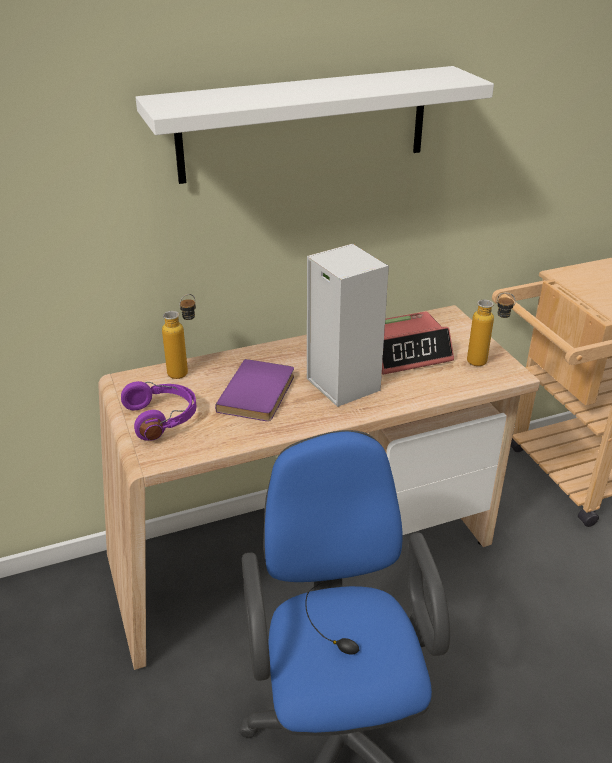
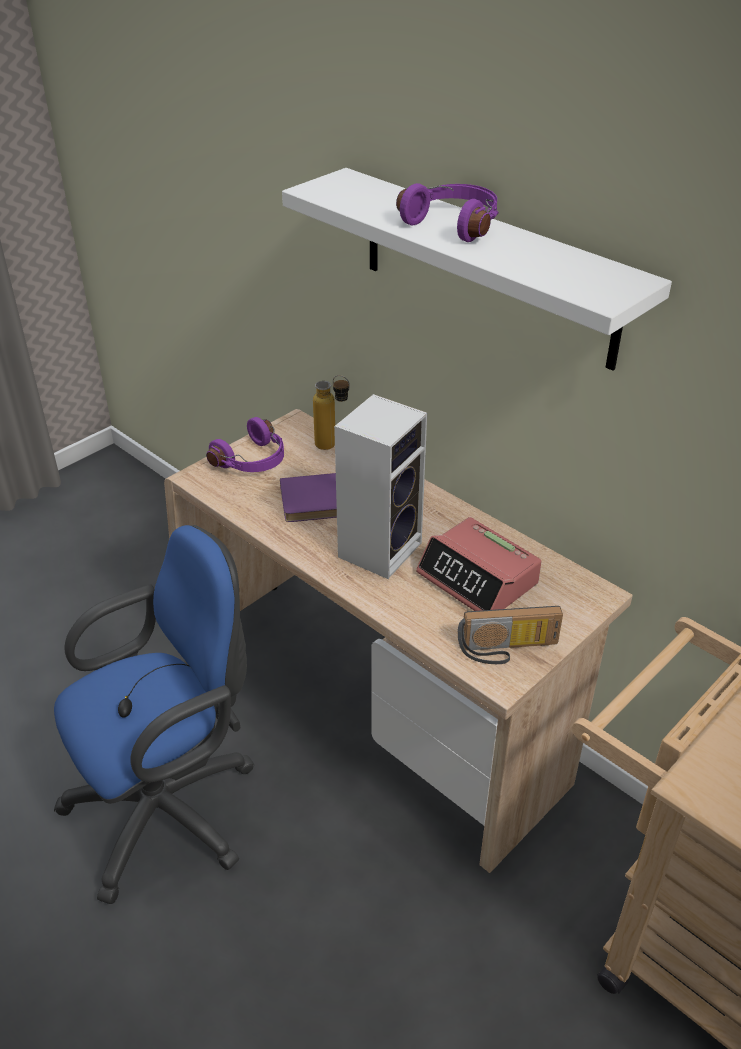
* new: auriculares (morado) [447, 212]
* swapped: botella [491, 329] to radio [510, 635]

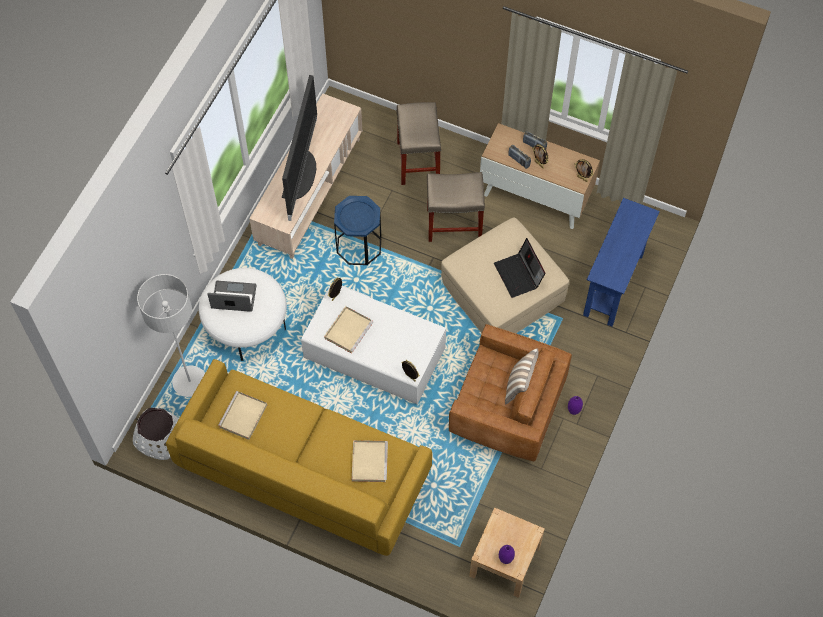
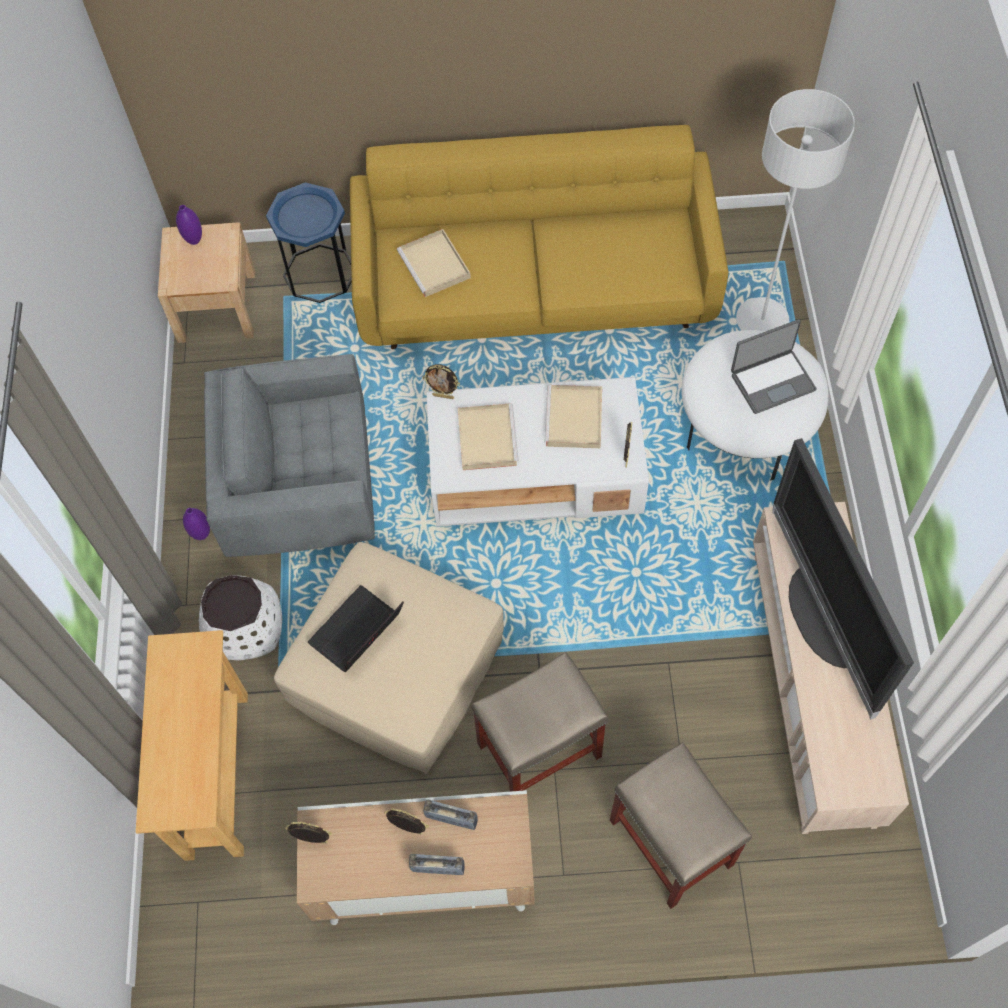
* gone: cojín [521, 376]
* shifted: maceta (blanco) [156, 433] to [240, 618]
* shifted: bandeja (beis) [242, 415] to [488, 436]
* shifted: mesa auxiliar (azul) [357, 230] to [309, 242]
* repainted: sillón (marrón) [510, 393] to sillón (gris) [289, 455]
* repainted: mesa consola (azul) [621, 262] to mesa consola (beis) [192, 745]
* rotated: portátil [519, 268] = [356, 628] 90 degrees counterclockwise

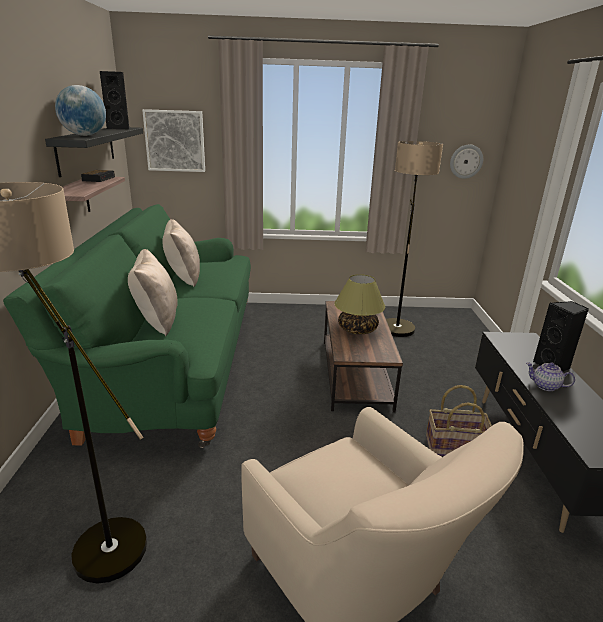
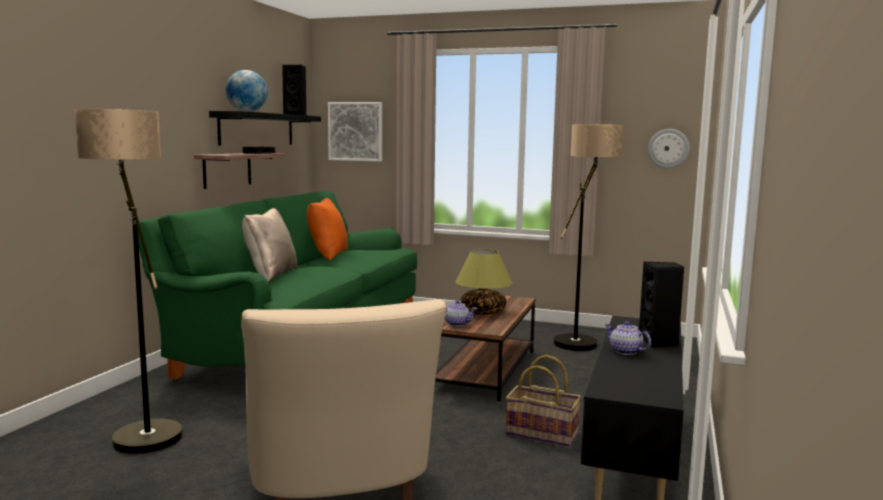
* new: tetera [461, 313]
* repainted: cojín (beis) [181, 253] to cojín (naranja) [327, 229]

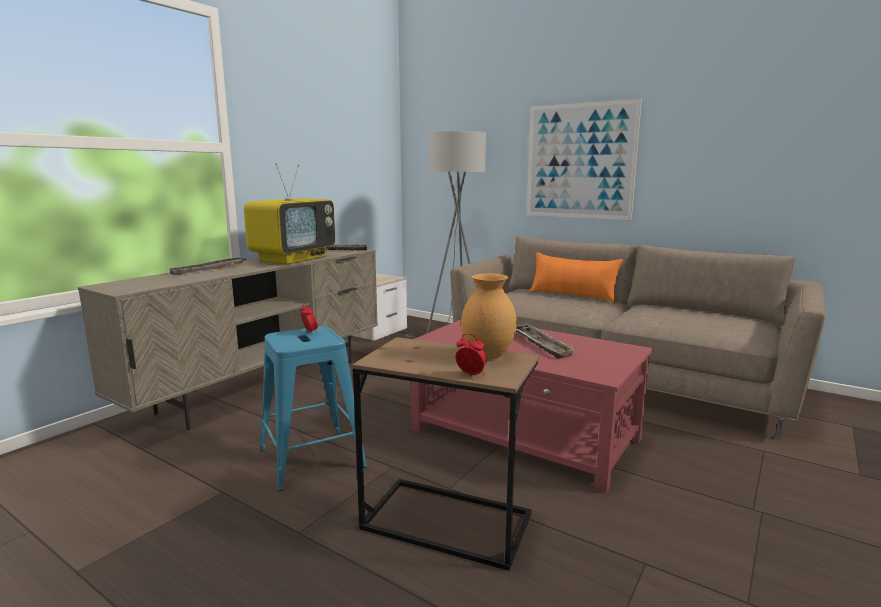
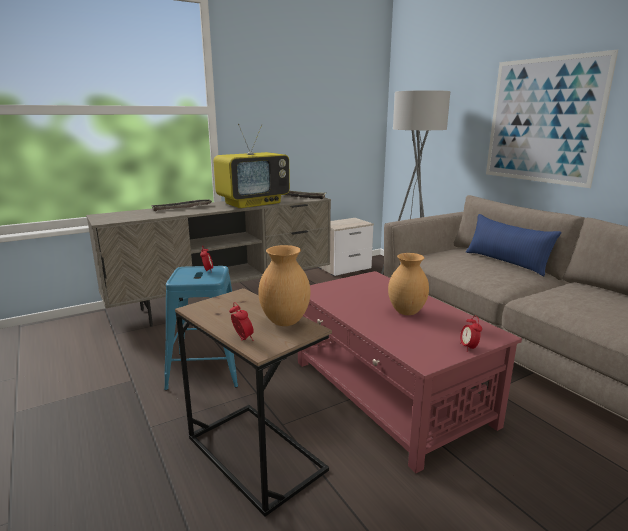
* new: despertador [471, 334]
* swapped: bandeja [546, 341] to florero (marrón) [408, 284]
* repainted: cojín (naranja) [576, 277] to cojín (azul) [514, 245]

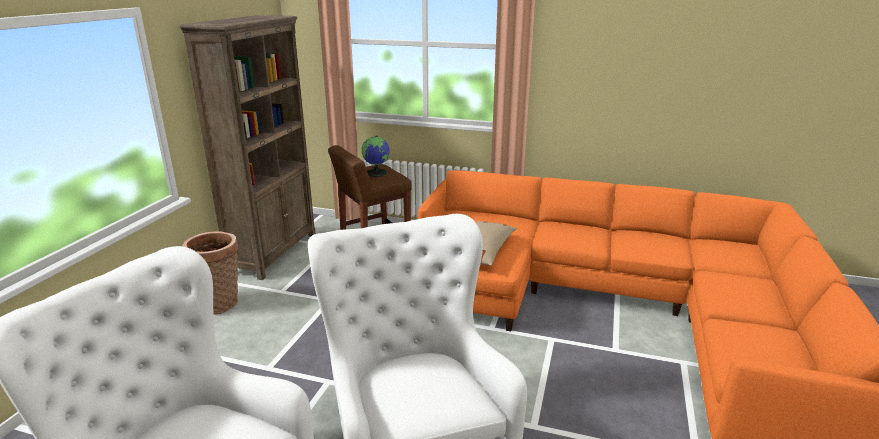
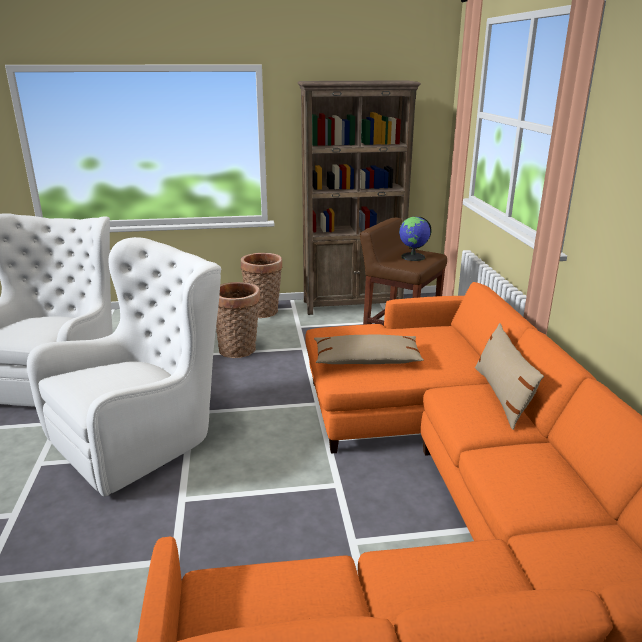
* new: cesta [238, 320]
* new: cojín (beis) [509, 376]

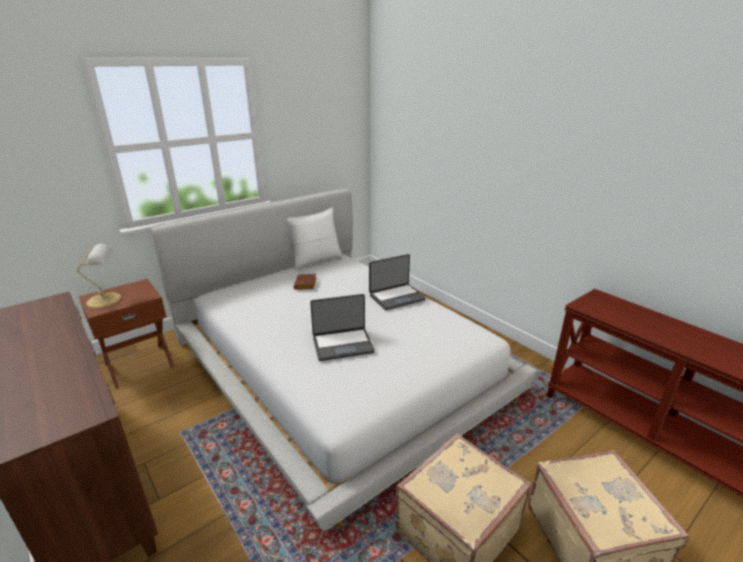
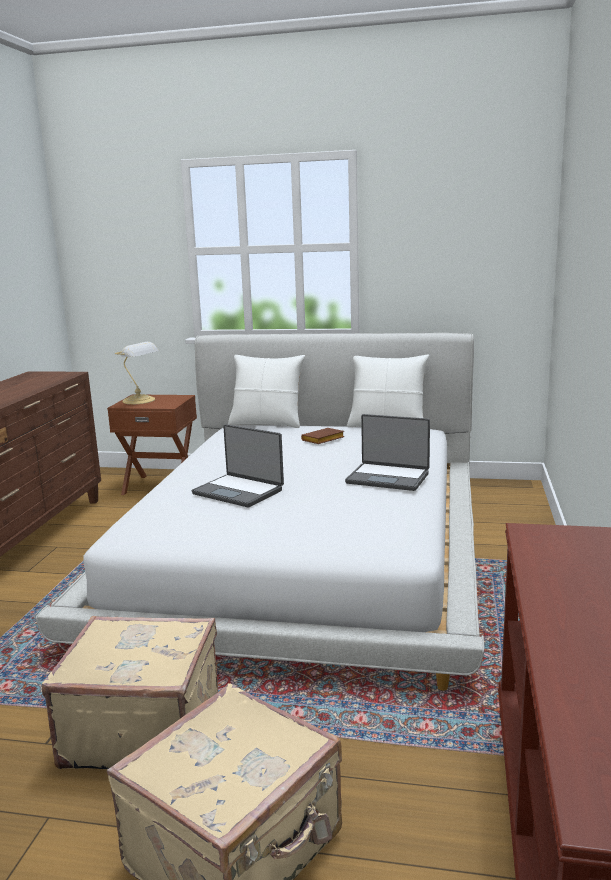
* new: cojín (blanco) [266, 391]

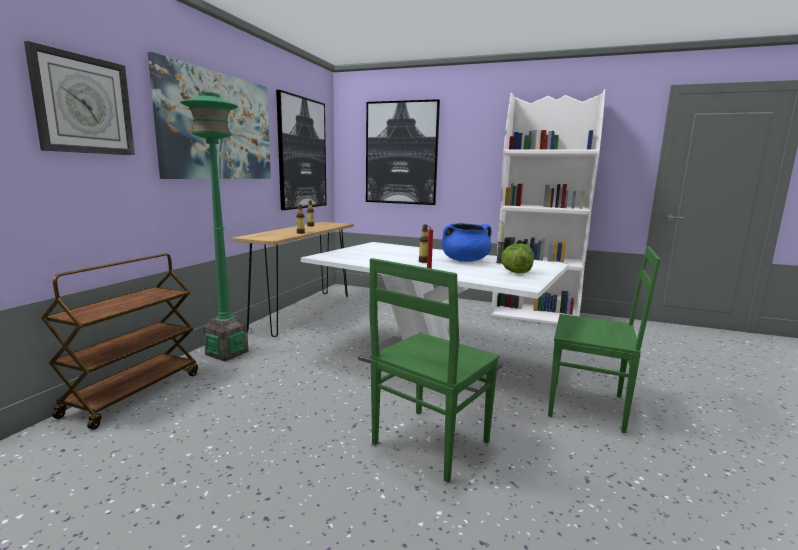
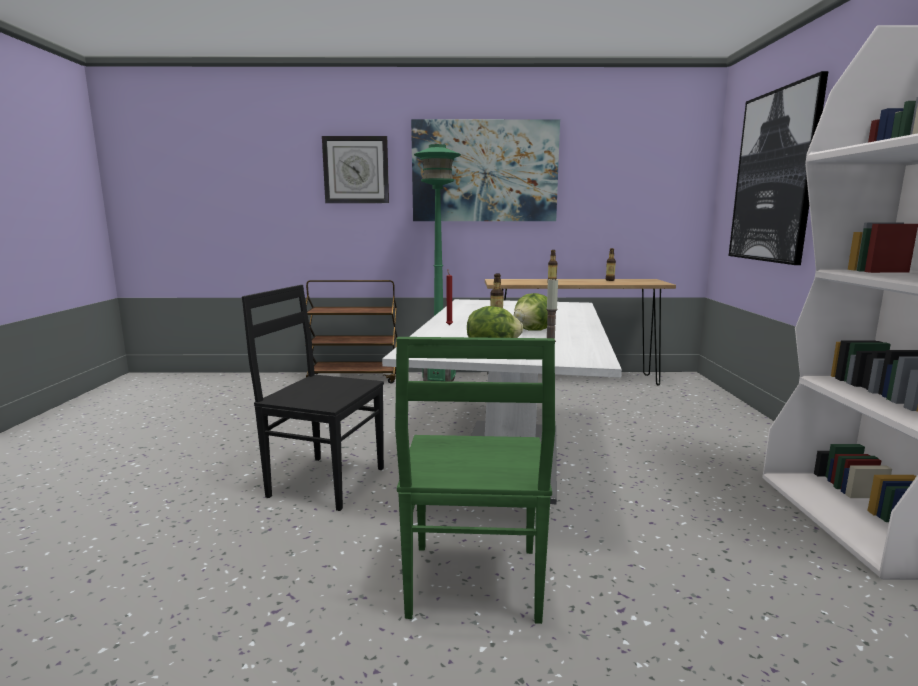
* gone: cuadro [301, 150]
* swapped: olla (azul) [467, 242] to lechuga [531, 312]
* repainted: silla (verde) [435, 370] to silla (negro) [313, 398]

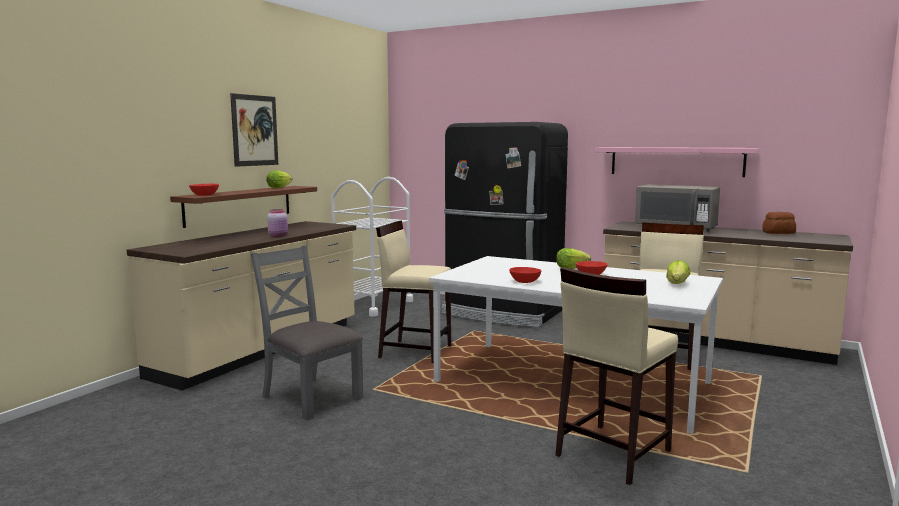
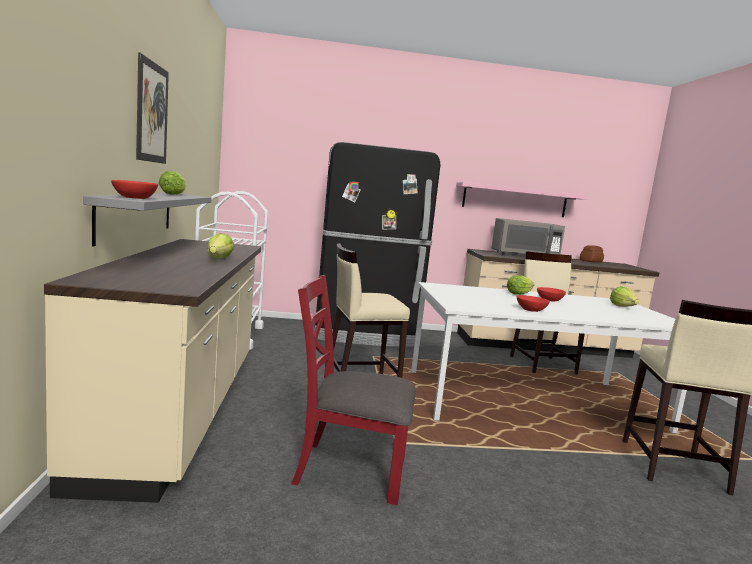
* swapped: tarro (rosa) [277, 223] to lechuga [220, 246]
* repainted: estante (marrón) [243, 207] to estante (gris) [147, 219]
* repainted: silla (gris) [307, 333] to silla (rojo) [353, 390]

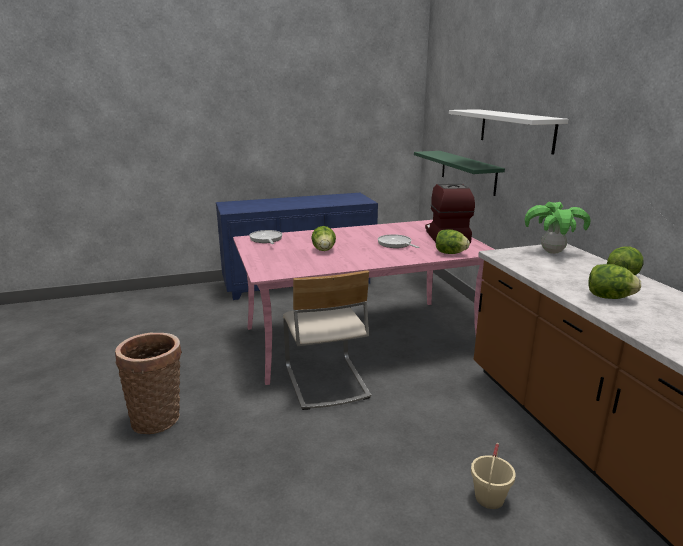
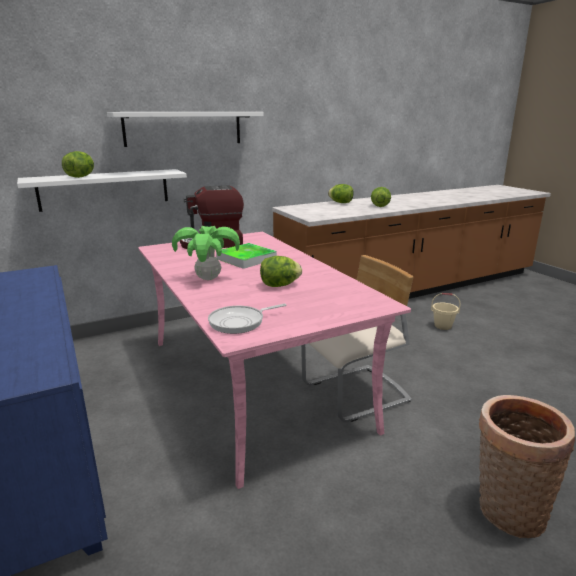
* shifted: lechuga [453, 241] to [78, 164]
* shifted: planta en maceta [557, 228] to [206, 253]
* swapped: sartén [398, 241] to bandeja [246, 256]
* repainted: estante (verde) [459, 173] to estante (blanco) [102, 190]

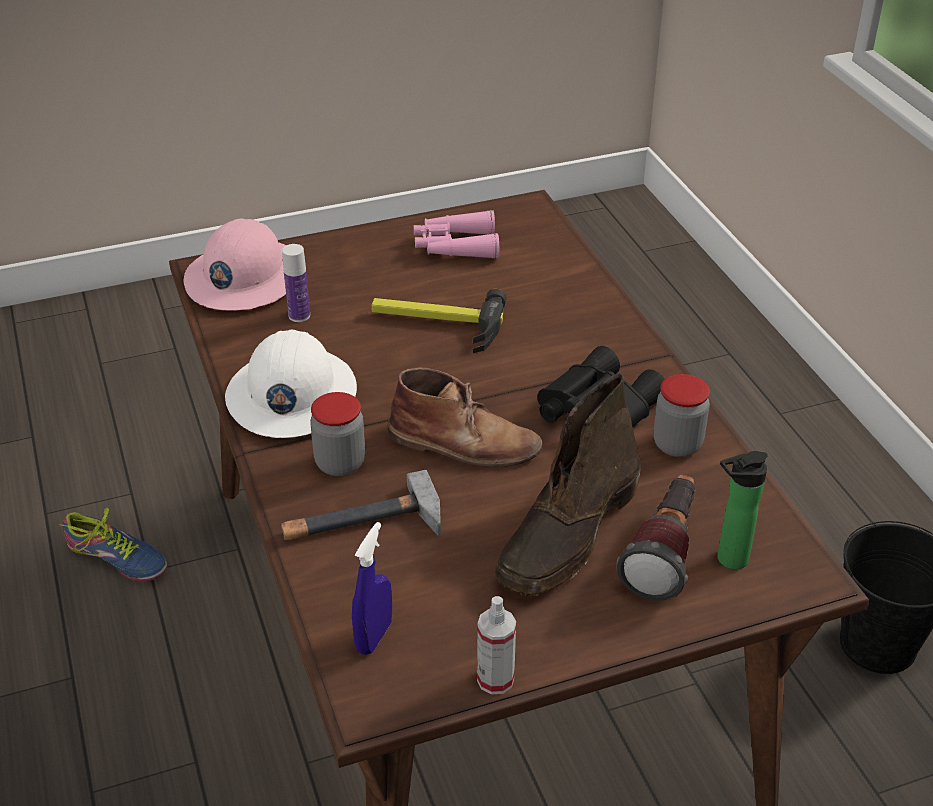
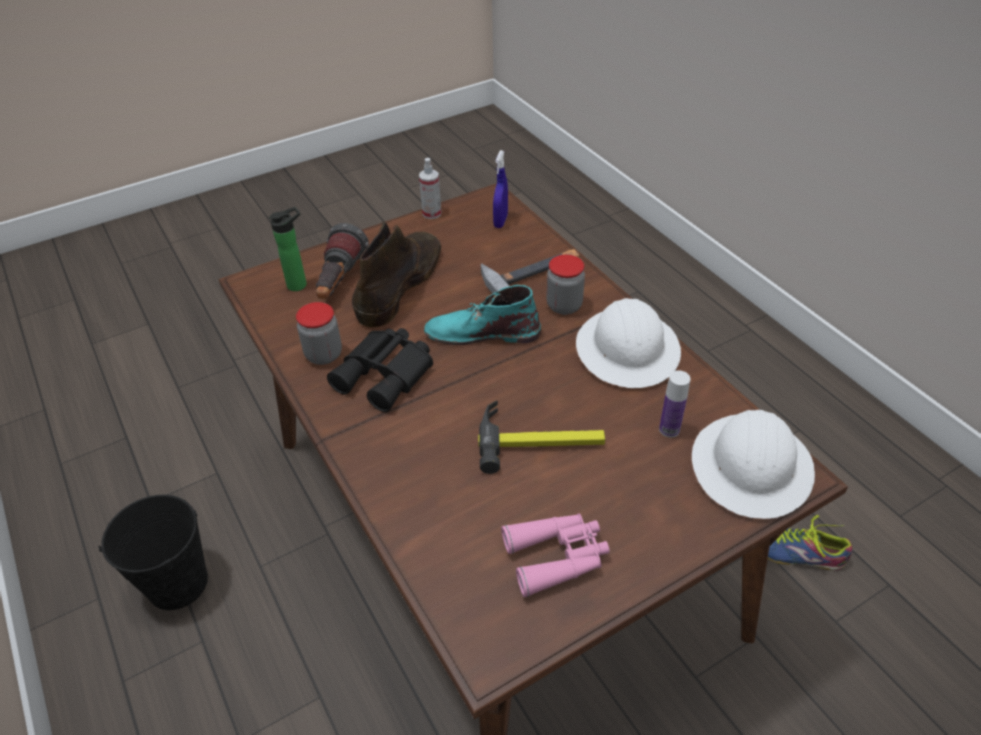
* repainted: casco (rosa) [235, 265] to casco (blanco) [753, 464]
* repainted: bota (marrón) [465, 417] to bota (turquesa) [482, 315]

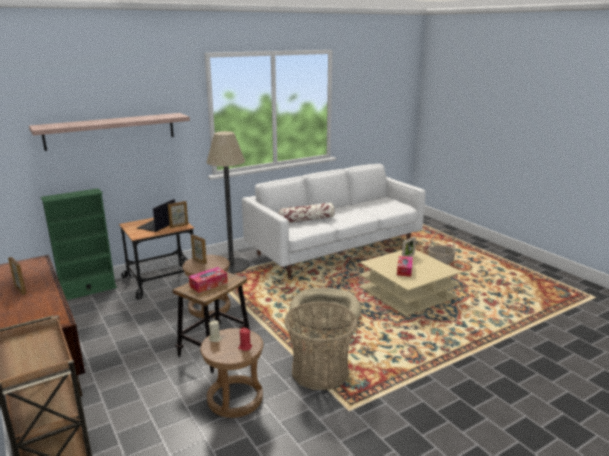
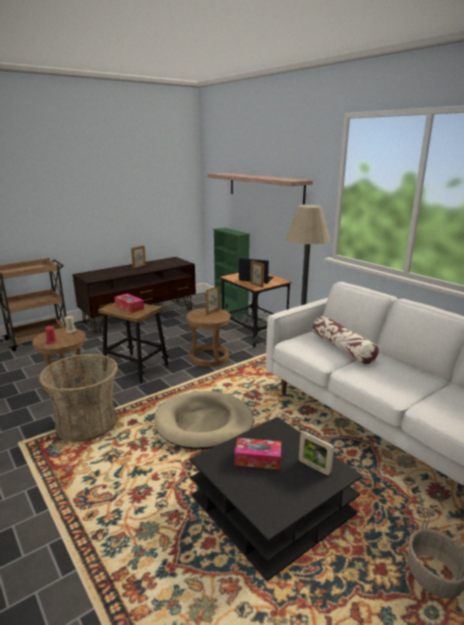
* repainted: mesa de centro (beis) [410, 282] to mesa de centro (negro) [276, 499]

